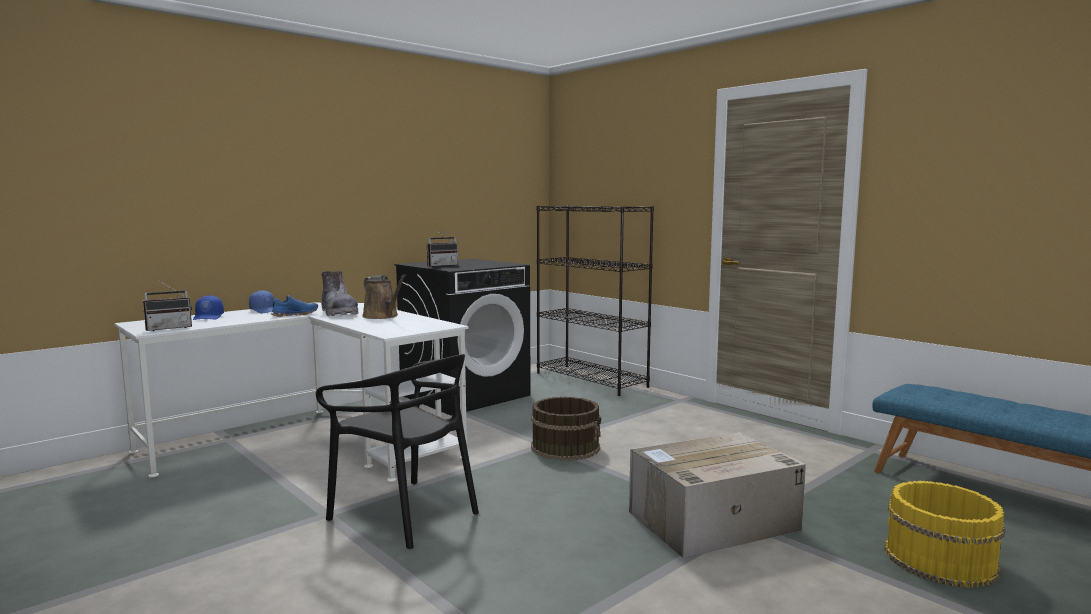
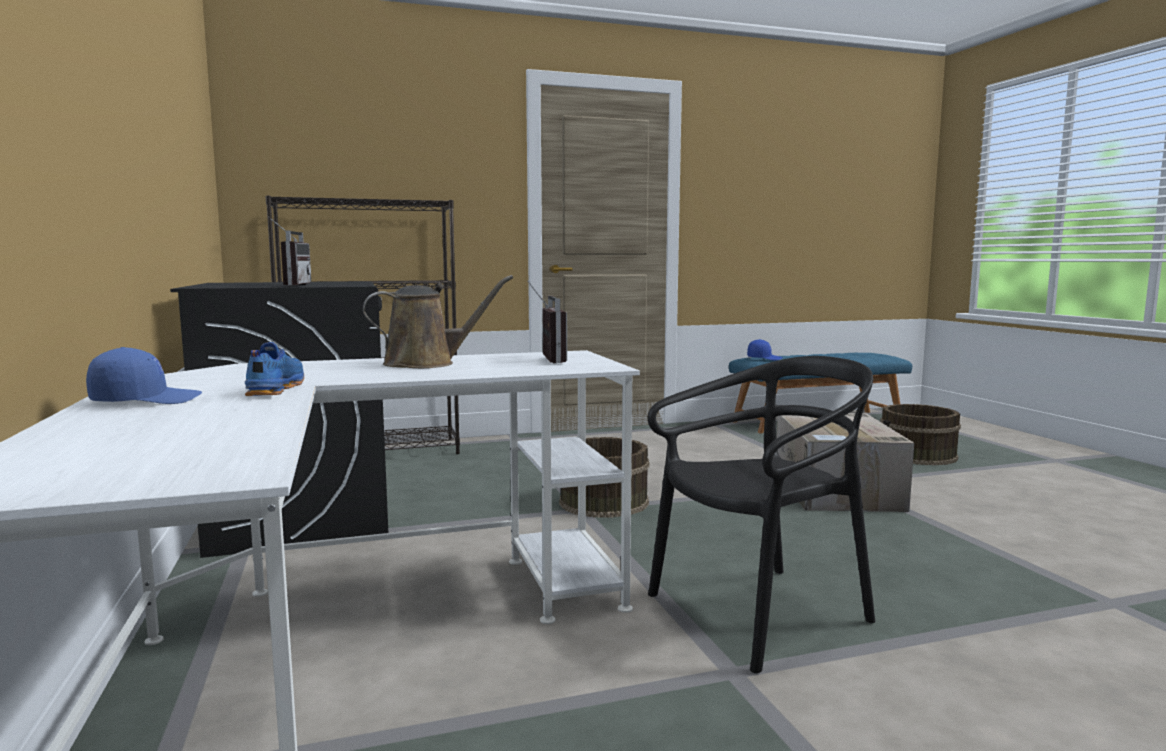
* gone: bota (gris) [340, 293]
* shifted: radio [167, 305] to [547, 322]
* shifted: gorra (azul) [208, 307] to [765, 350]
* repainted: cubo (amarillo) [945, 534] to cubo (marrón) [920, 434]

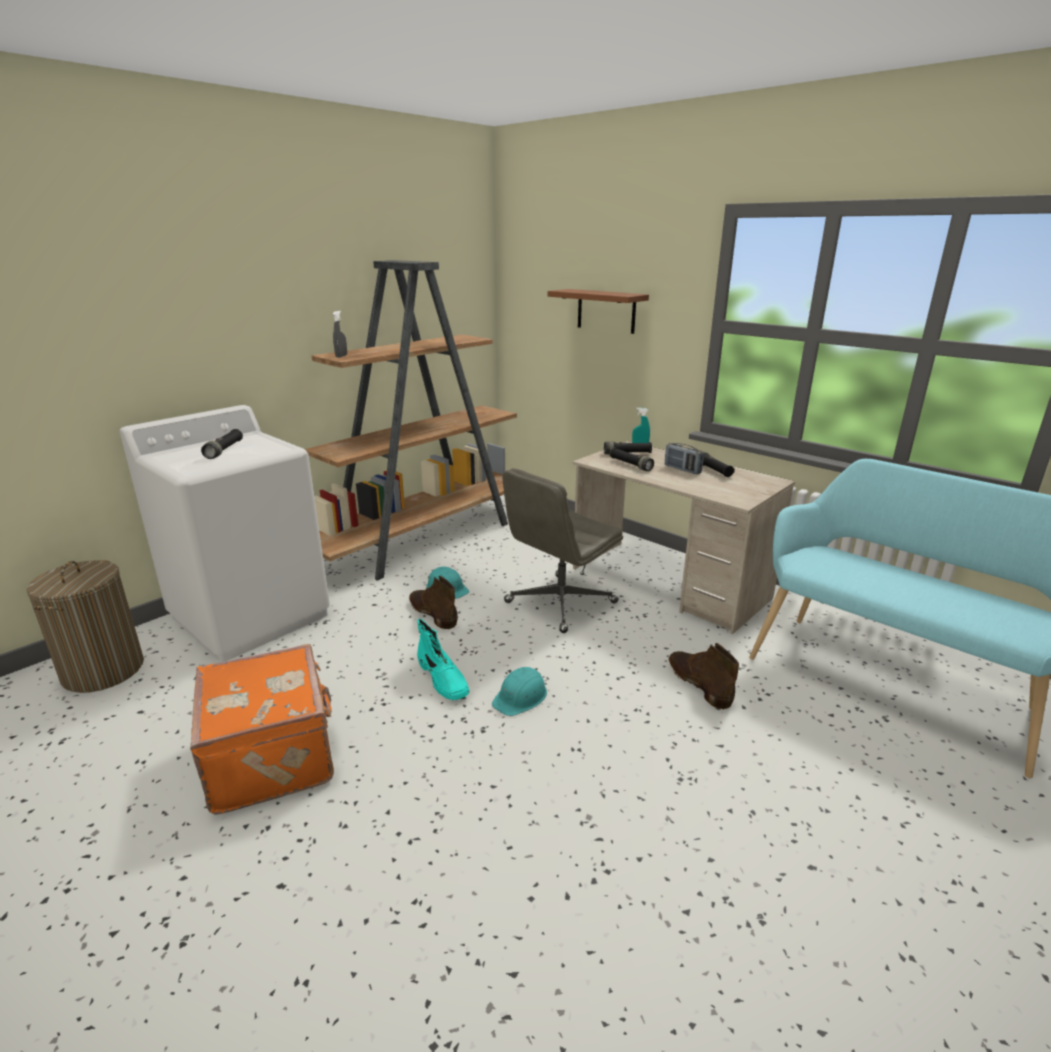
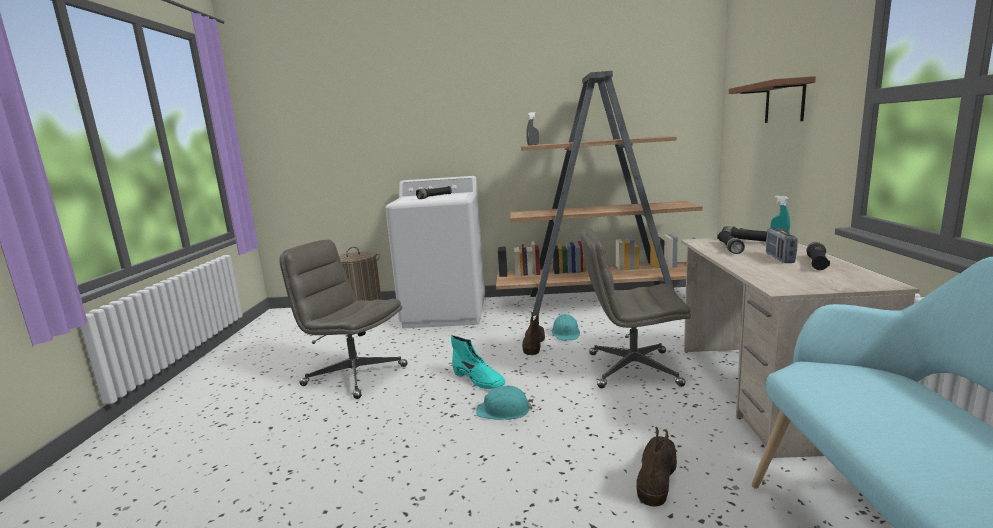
* swapped: maleta (naranja) [262, 729] to silla de oficina (gris) [343, 319]
* rotated: bota (turquesa) [443, 659] = [478, 362] 60 degrees counterclockwise

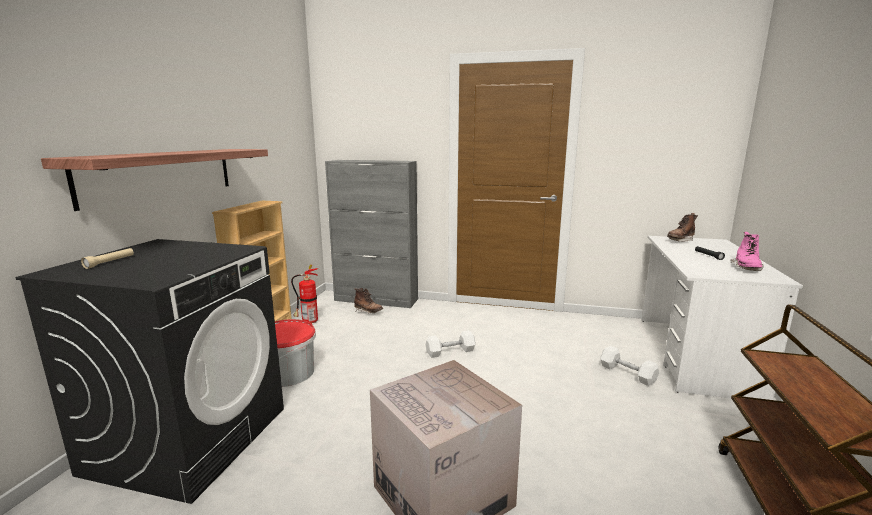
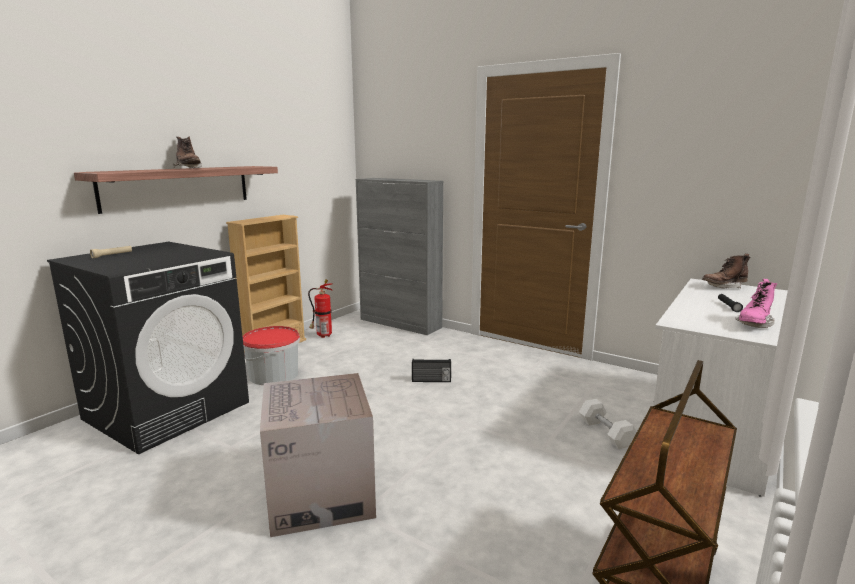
* shifted: bota (marrón) [368, 300] to [187, 152]
* swapped: mancuerna (blanco) [451, 344] to radio [431, 370]

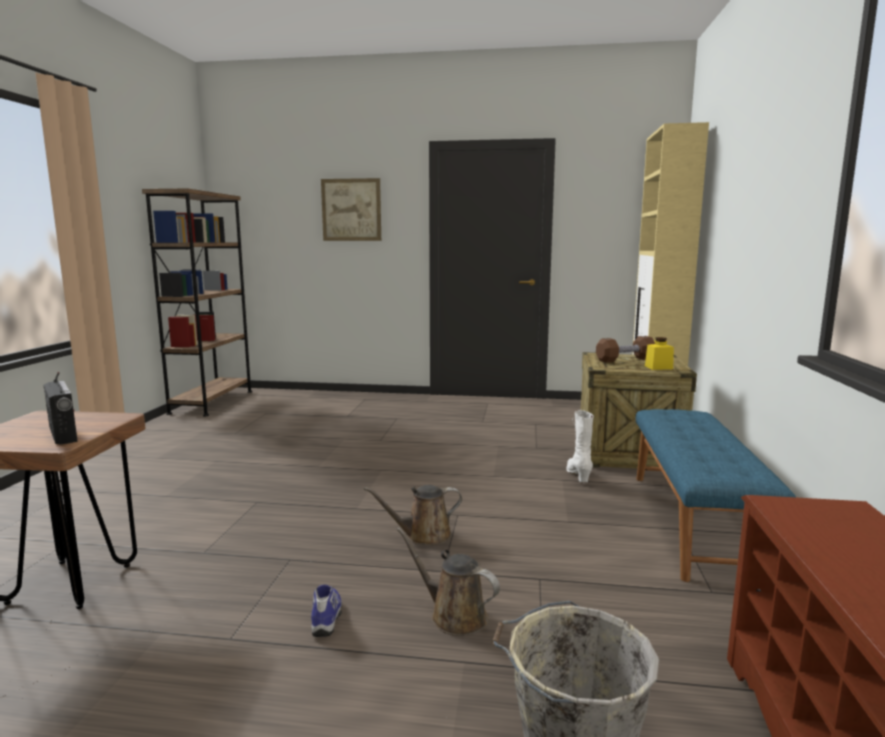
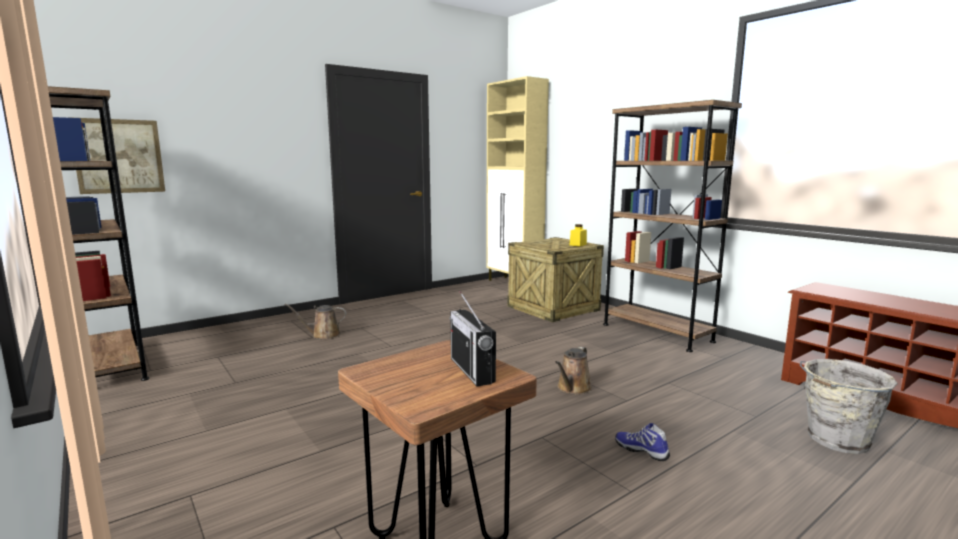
* gone: bota (blanco) [580, 446]
* gone: mancuerna (marrón) [625, 349]
* shifted: cuadro [351, 209] to [116, 155]
* shifted: regadera (marrón) [448, 581] to [315, 321]
* swapped: banco (azul) [716, 495] to estantería (marrón) [672, 226]
* rotated: radio [61, 408] = [473, 338] 120 degrees counterclockwise

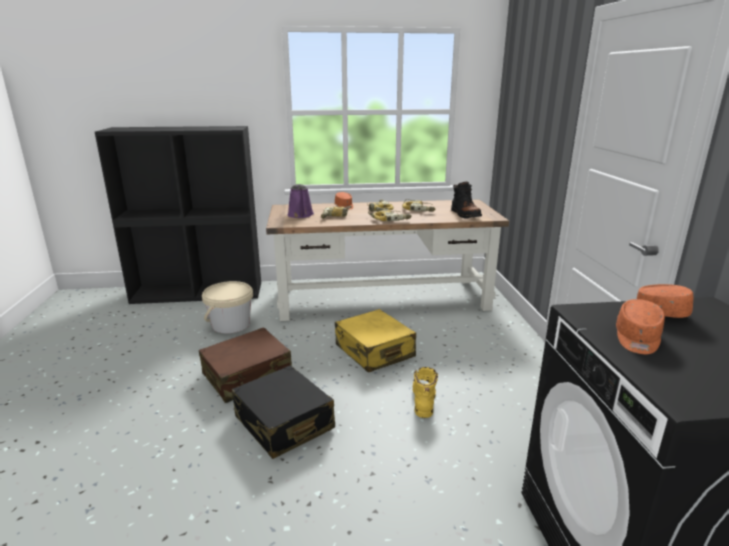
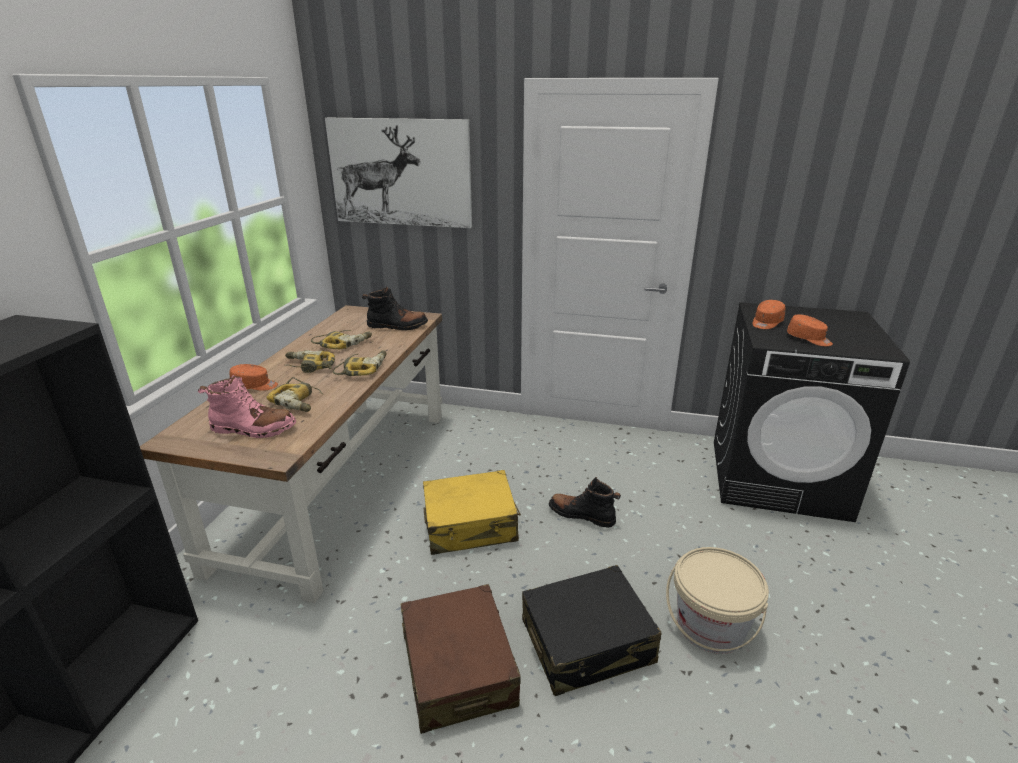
* new: cuadro [398, 173]
* shifted: cubo (beis) [227, 307] to [717, 600]
* swapped: regadera (morado) [301, 201] to bota (rosa) [247, 406]
* repainted: bota (amarillo) [425, 392] to bota (negro) [585, 502]

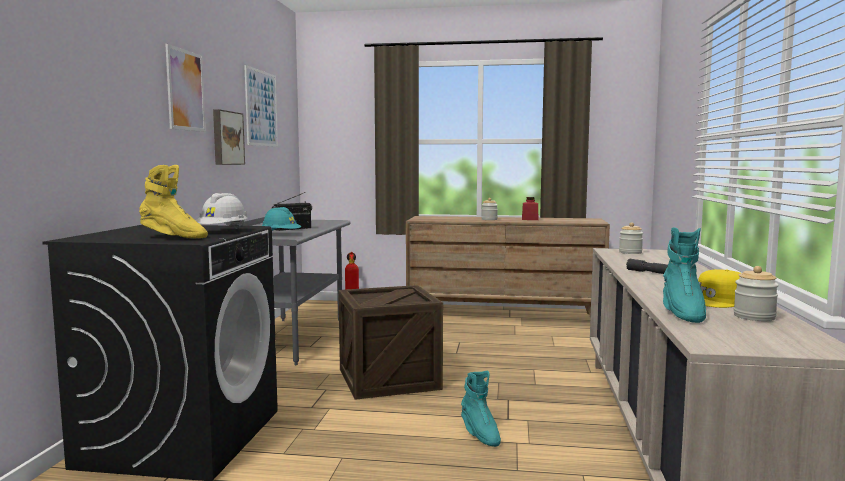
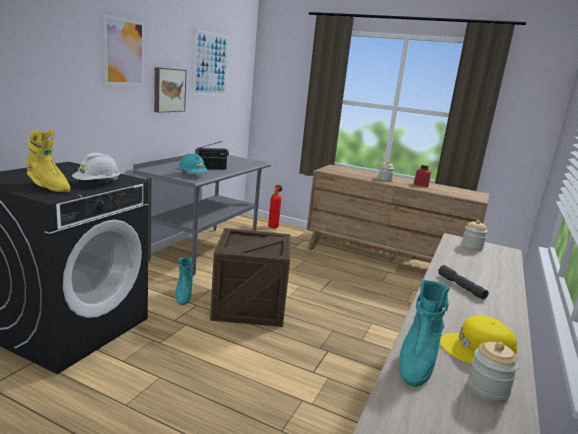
* shifted: bota (turquesa) [481, 409] to [184, 281]

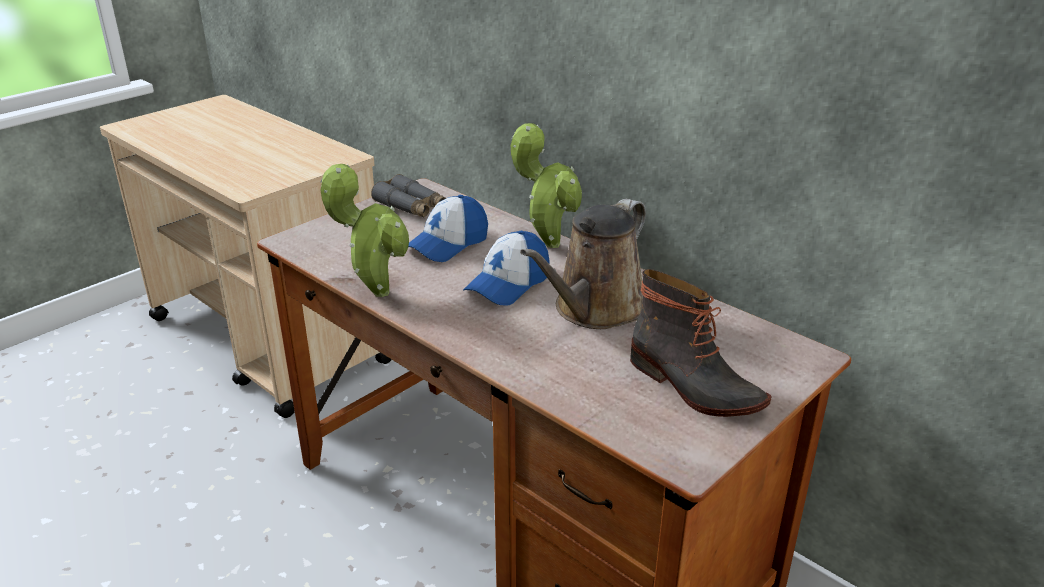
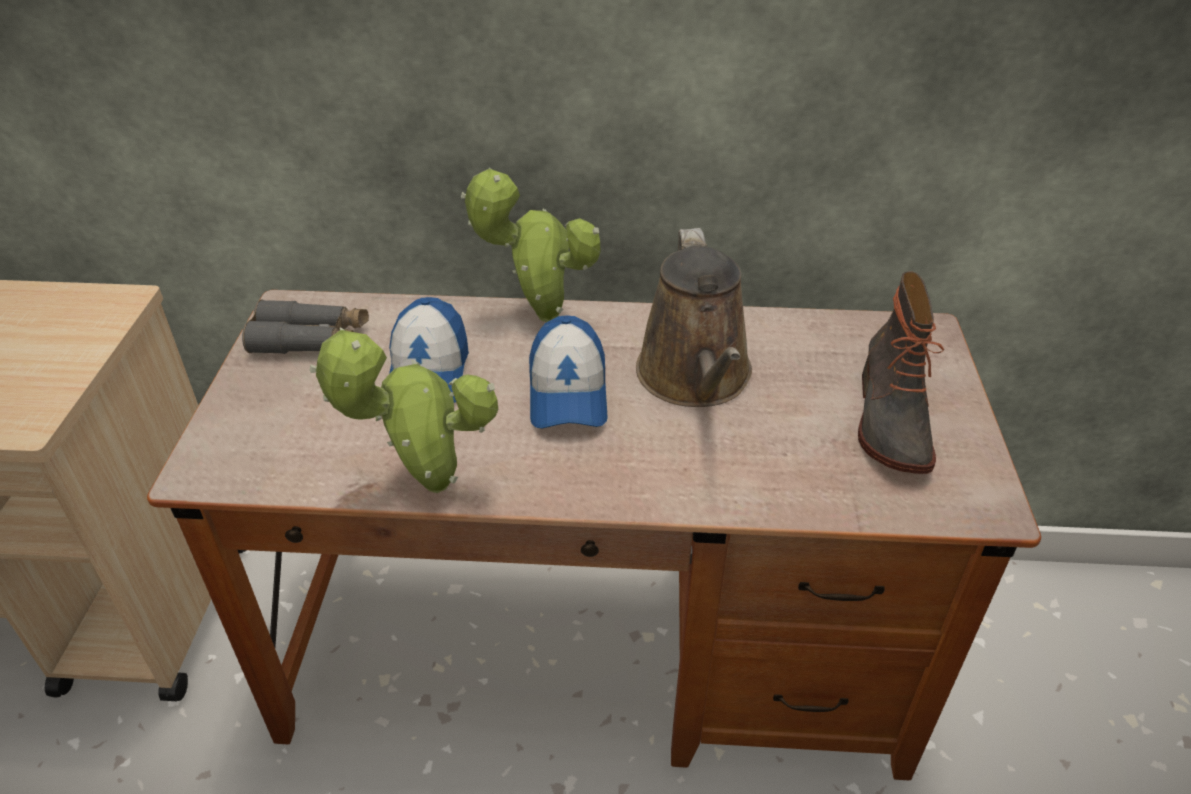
* rotated: bota [701, 343] = [901, 373] 90 degrees clockwise

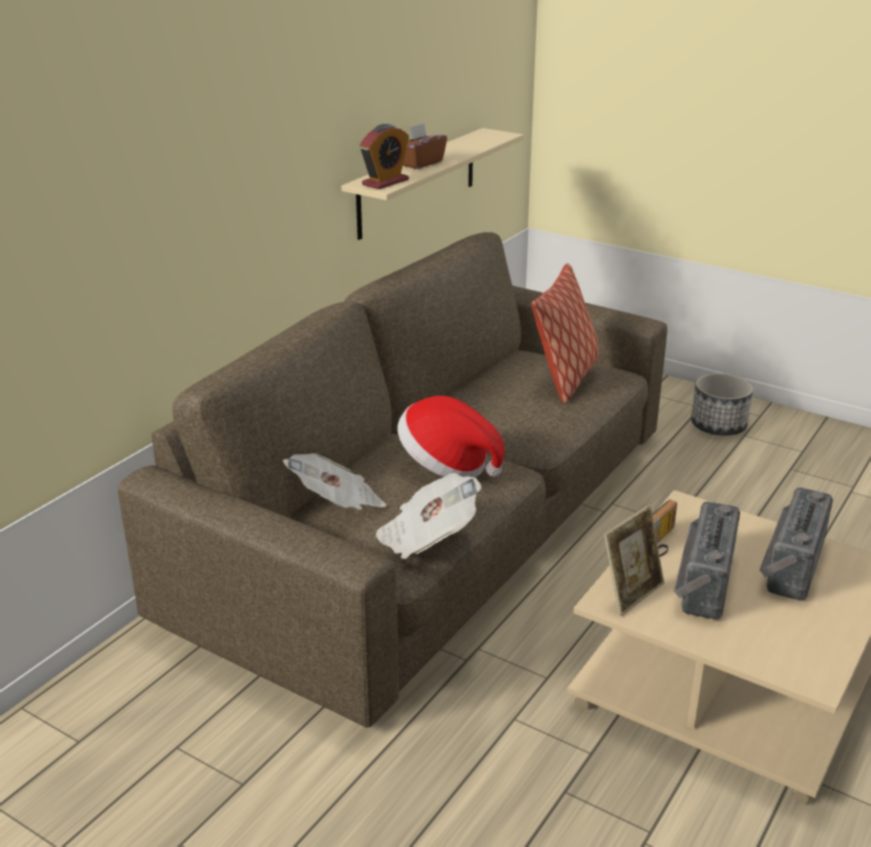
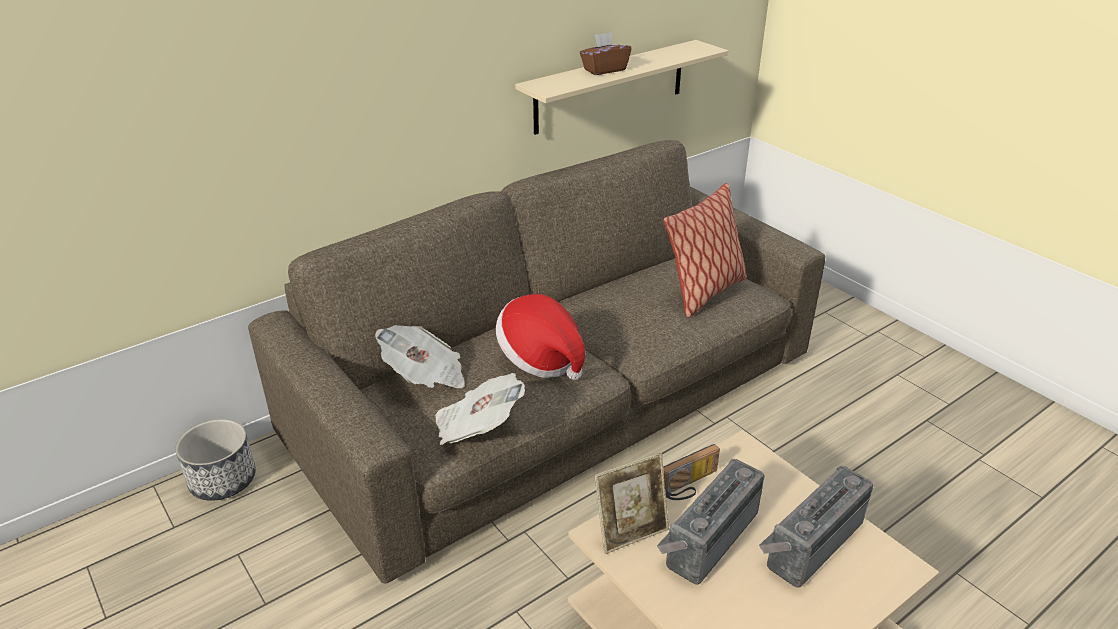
* gone: despertador [384, 156]
* shifted: maceta [722, 404] to [215, 460]

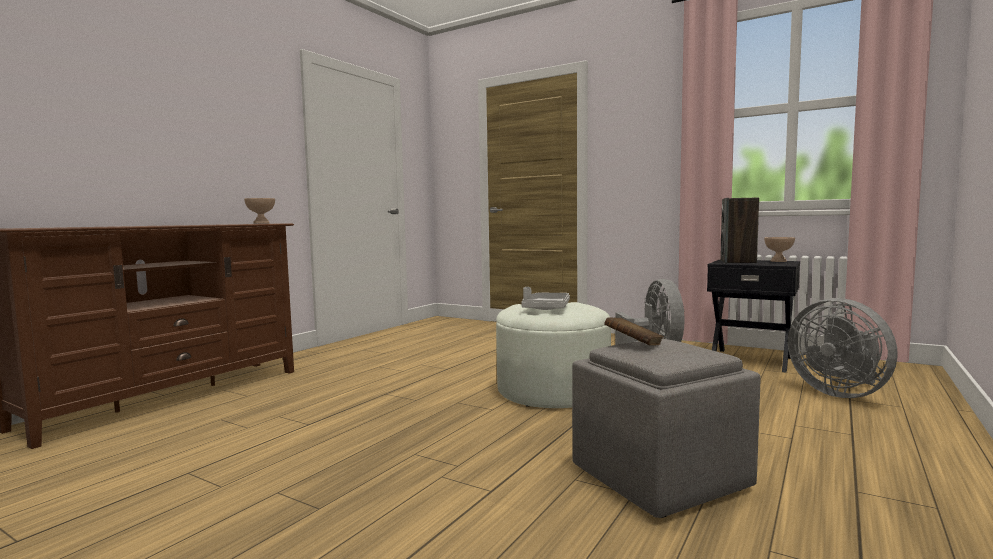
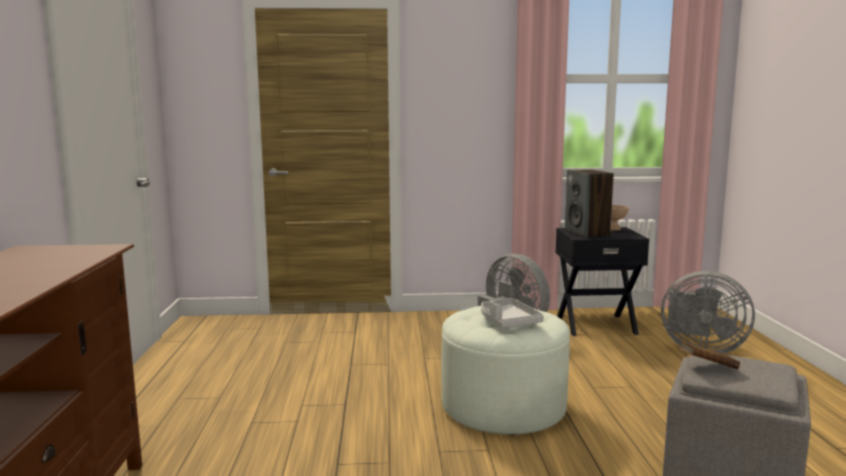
* gone: cuenco (beis) [259, 211]

